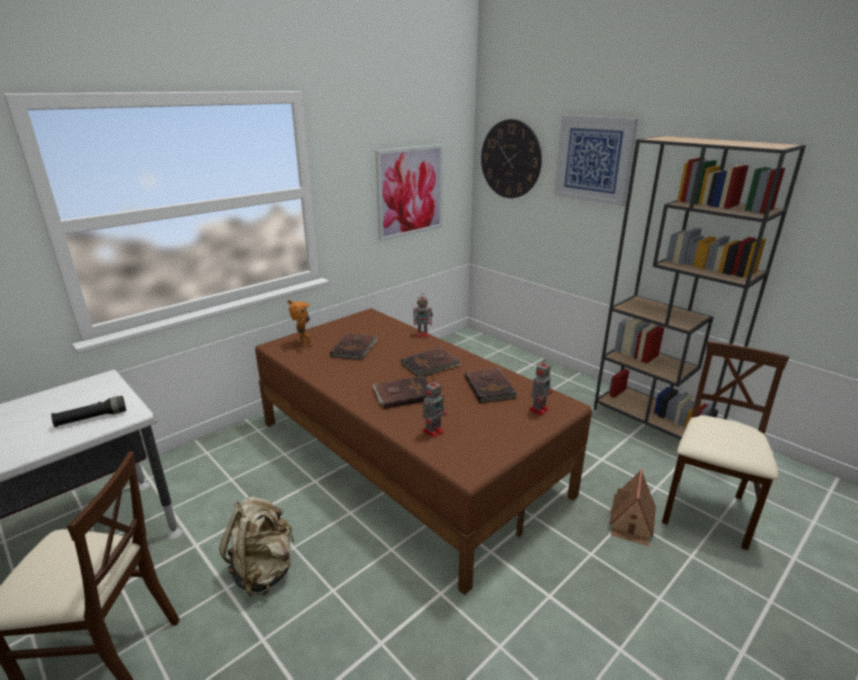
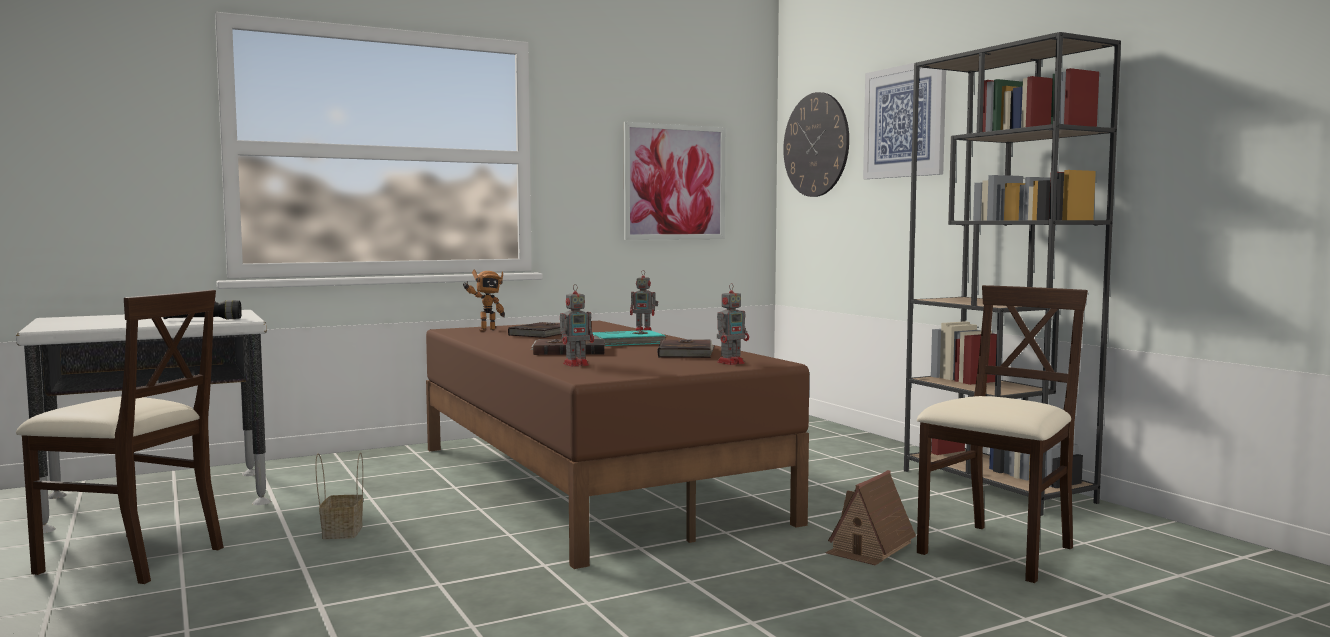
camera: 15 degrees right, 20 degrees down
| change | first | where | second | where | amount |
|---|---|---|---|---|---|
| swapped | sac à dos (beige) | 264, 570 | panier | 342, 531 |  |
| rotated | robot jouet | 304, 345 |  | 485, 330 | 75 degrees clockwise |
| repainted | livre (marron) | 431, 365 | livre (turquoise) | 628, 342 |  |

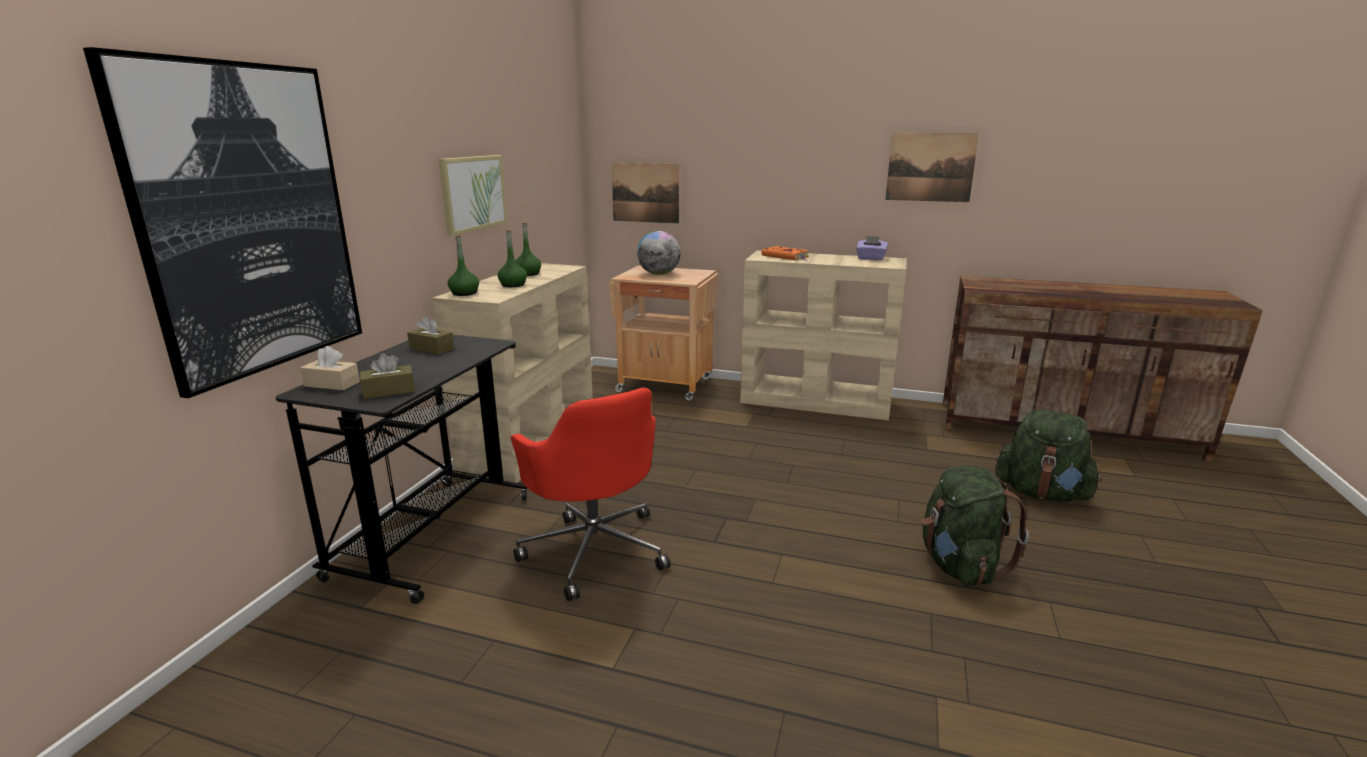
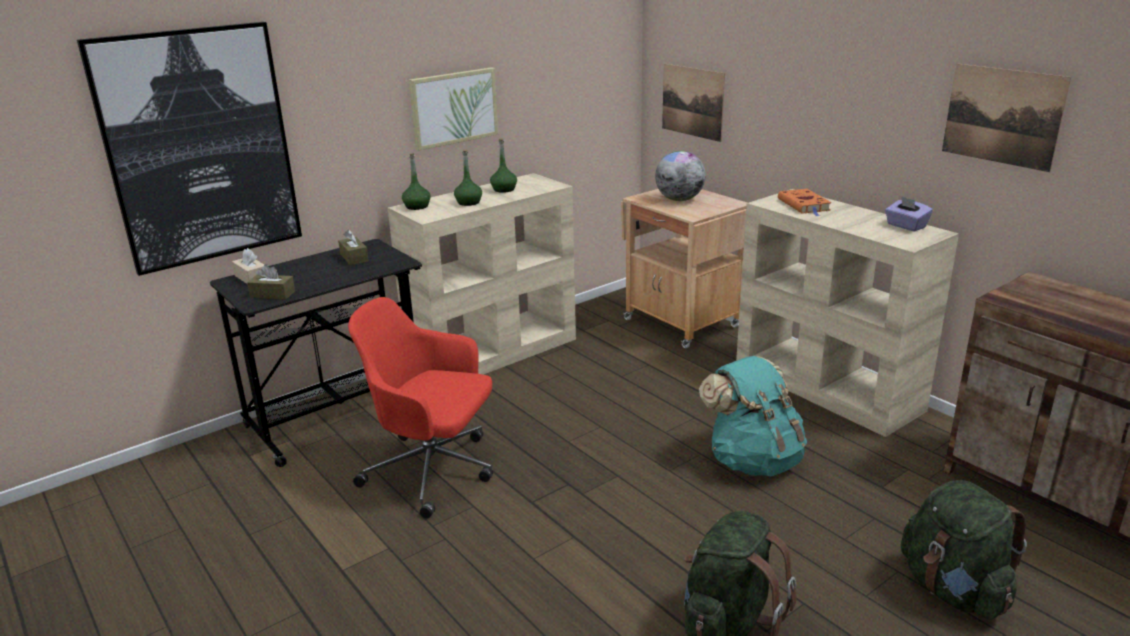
camera: 35 degrees right, 5 degrees up
| change | first | where | second | where | amount |
|---|---|---|---|---|---|
| rotated | chaise de bureau (rouge) | 594, 549 |  | 433, 471 | 105 degrees clockwise |
| new |  |  | sac à dos (turquoise) | 752, 460 |  |

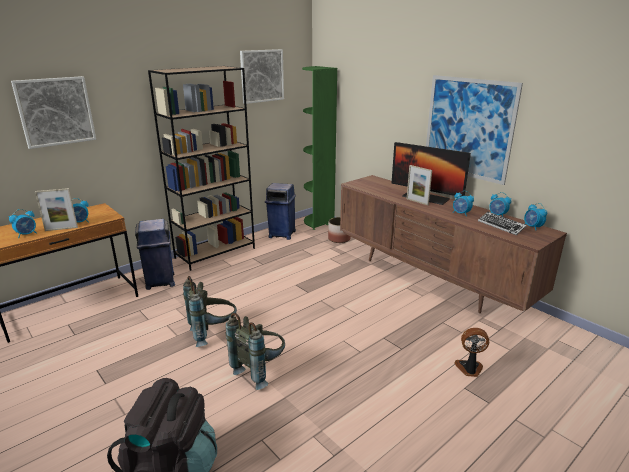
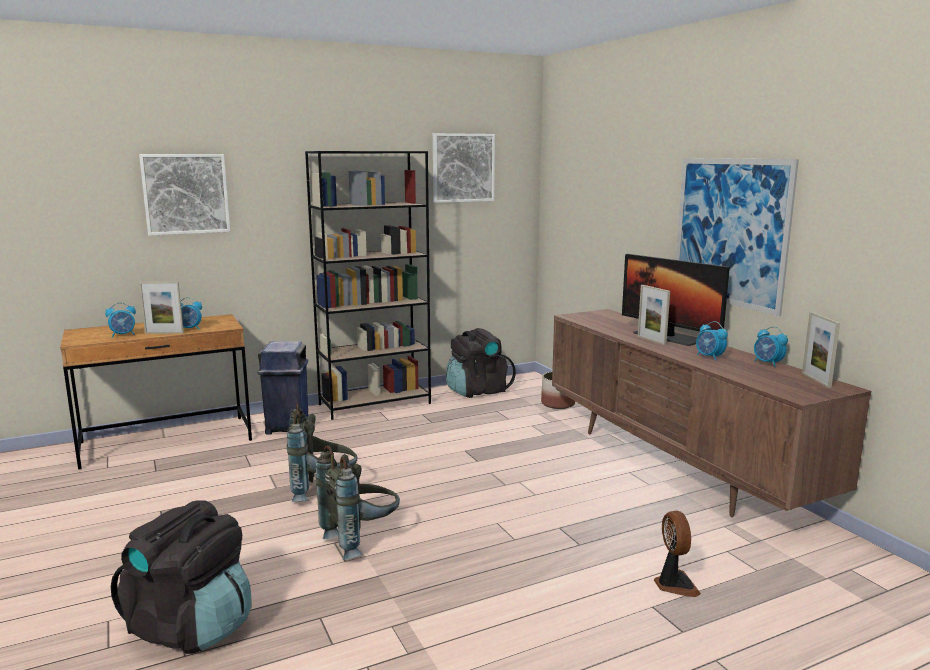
camera: 15 degrees right, 10 degrees down
| change | first | where | second | where | amount |
|---|---|---|---|---|---|
| swapped | poubelle (bleu) | 281, 234 | sac à dos (noir) | 477, 391 |  |
| gone | bibliothèque (vert) | 316, 224 |  |  |  |
| rotated | ventilateur | 469, 369 |  | 674, 584 | 60 degrees clockwise |
| gone | clavier | 501, 226 |  |  |  |
| swapped | réveil | 532, 227 | cadre photo | 816, 380 |  |

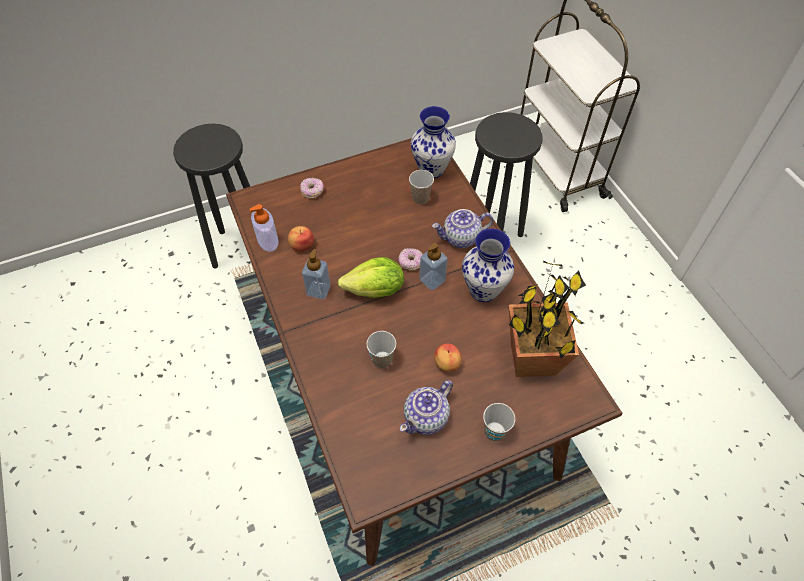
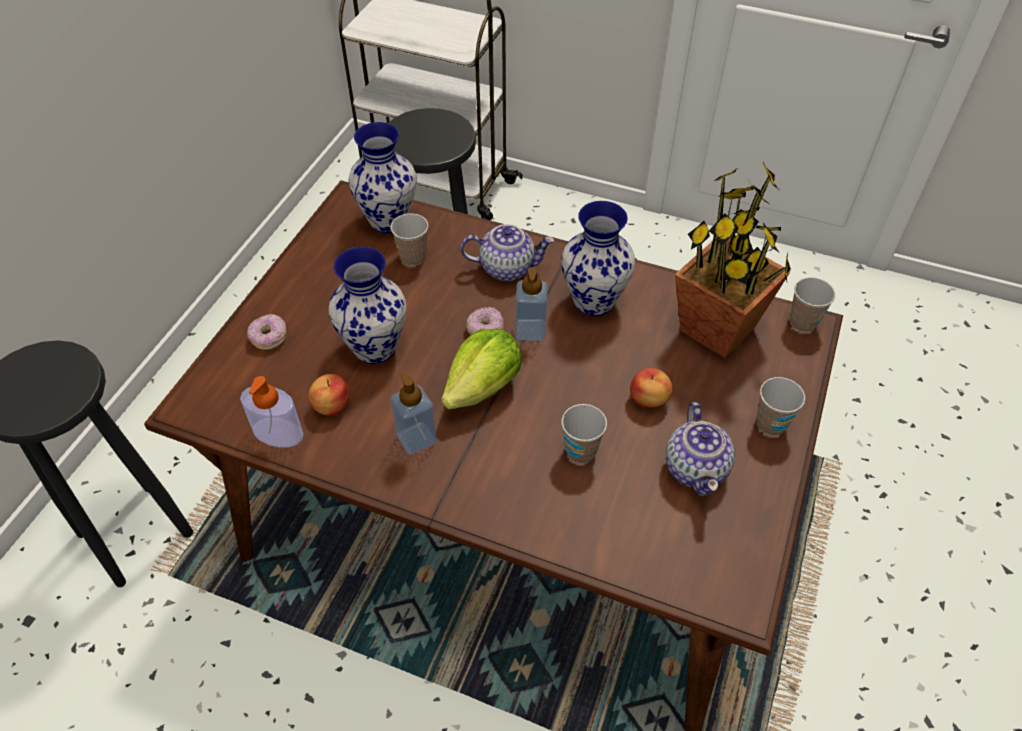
camera: 45 degrees left, 5 degrees down
| change | first | where | second | where | amount |
|---|---|---|---|---|---|
| rotated | théière | 461, 238 |  | 507, 267 | 120 degrees counterclockwise |
| new |  |  | vase | 376, 348 |  |
| new |  |  | tasse | 802, 322 |  |

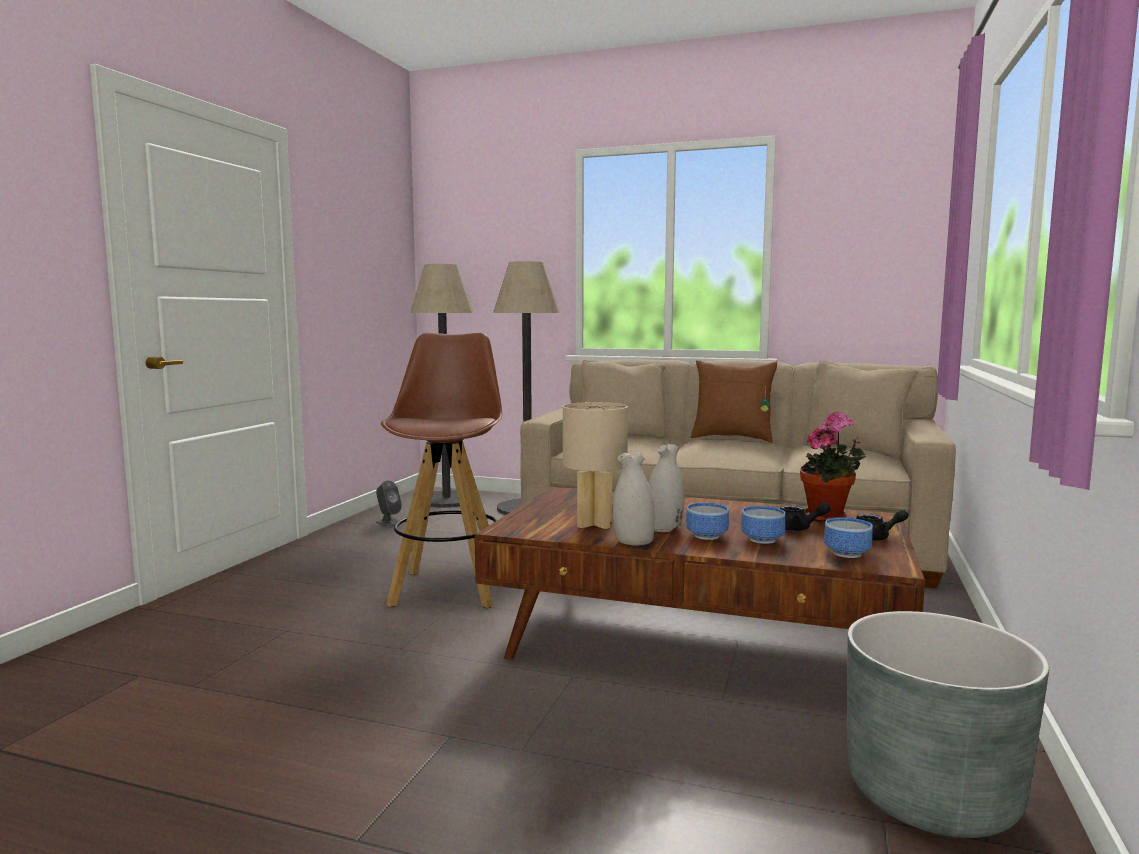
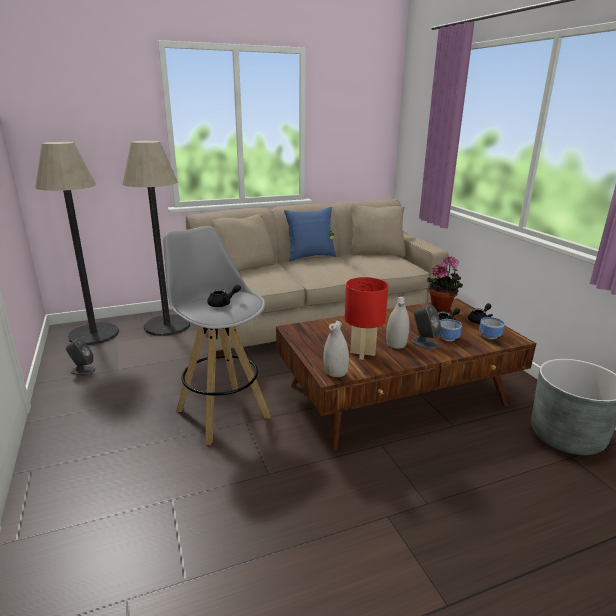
camera: 40 degrees left, 15 degrees up
| change | first | where | second | where | amount |
|---|---|---|---|---|---|
| repainted | tabouret (marron) | 449, 588 | tabouret (gris) | 222, 412 |  |
| repainted | lampe de table (beige) | 595, 524 | lampe de table (rouge) | 362, 353 |  |
| shifted | vase (blanc) | 633, 541 |  | 335, 372 |  |
| swapped | bol | 707, 535 | enceinte (gris) | 424, 343 |  |
| repainted | coussin (marron) | 732, 438 | coussin (bleu) | 310, 257 |  |
| new |  |  | théière (noir) | 223, 304 |  |

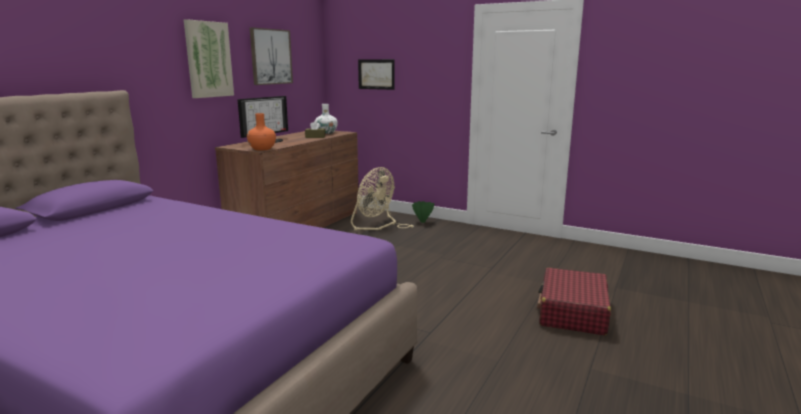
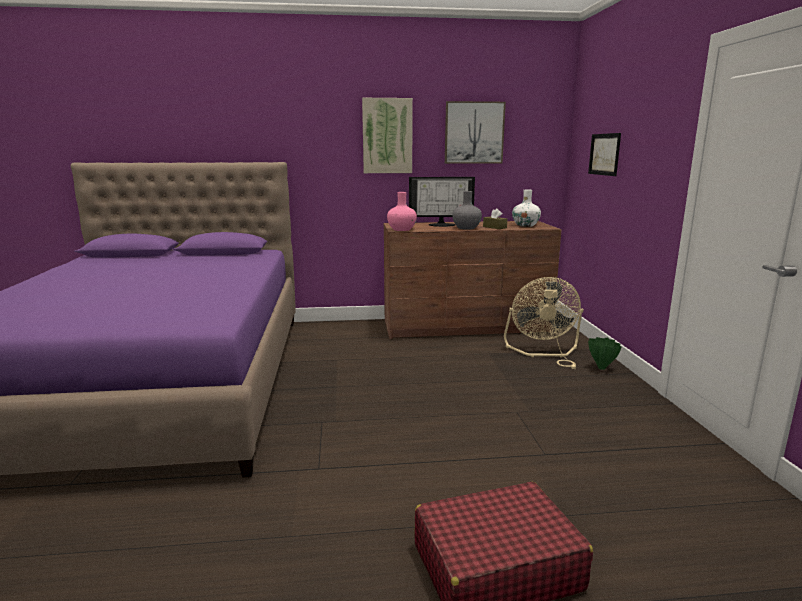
camera: 55 degrees right, 0 degrees up
| change | first | where | second | where | amount |
|---|---|---|---|---|---|
| repainted | vase (orange) | 262, 149 | vase (rose) | 401, 229 |  |
| new |  |  | vase (gris) | 466, 228 |  |

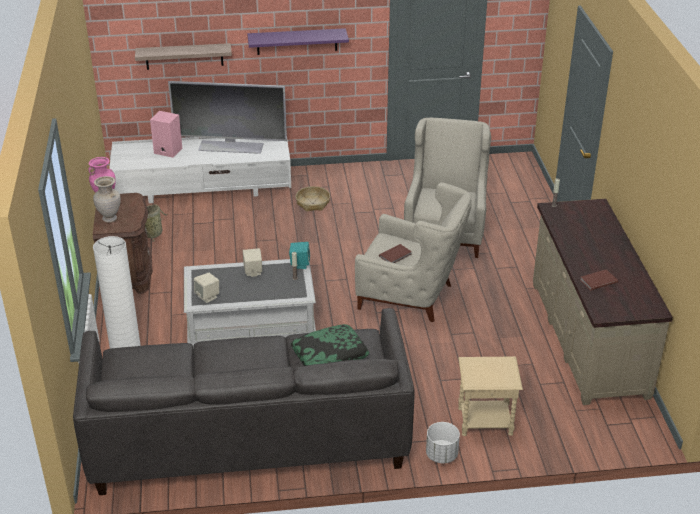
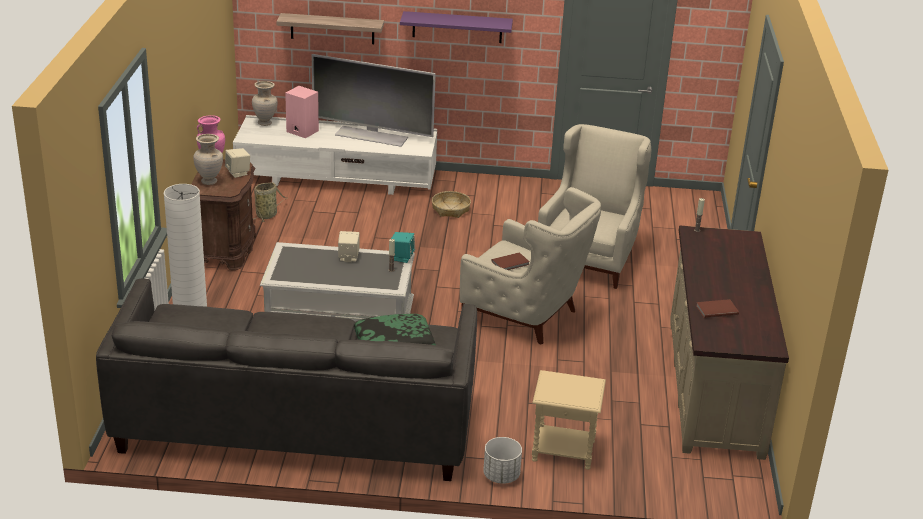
camera: 10 degrees right, 5 degrees down
| change | first | where | second | where | amount |
|---|---|---|---|---|---|
| shifted | enceinte (beige) | 207, 296 |  | 238, 173 |  |
| new |  |  | vase (beige) | 265, 123 |  |

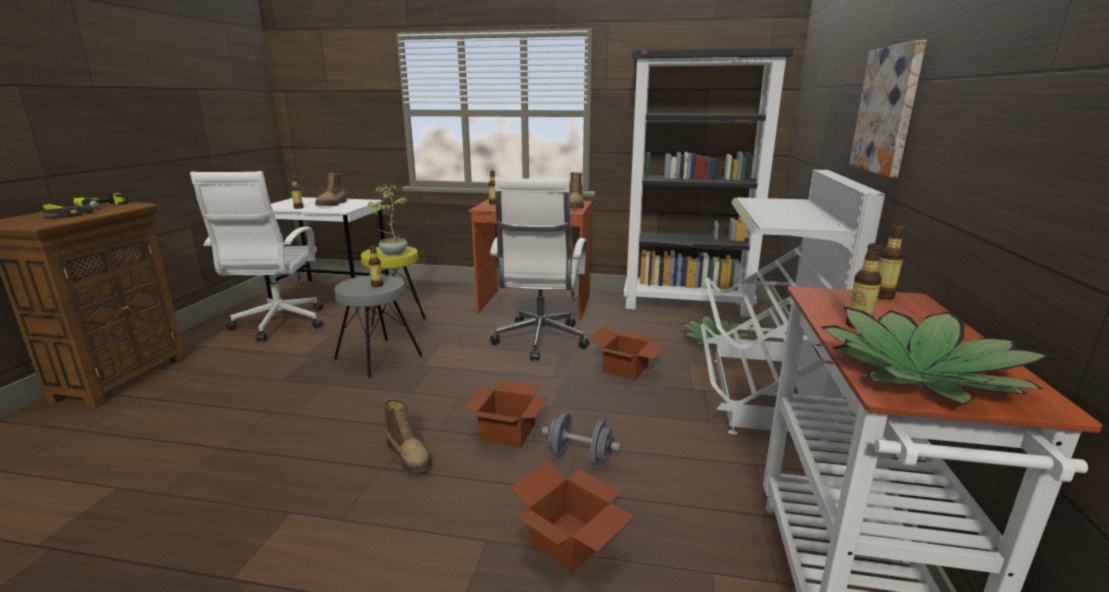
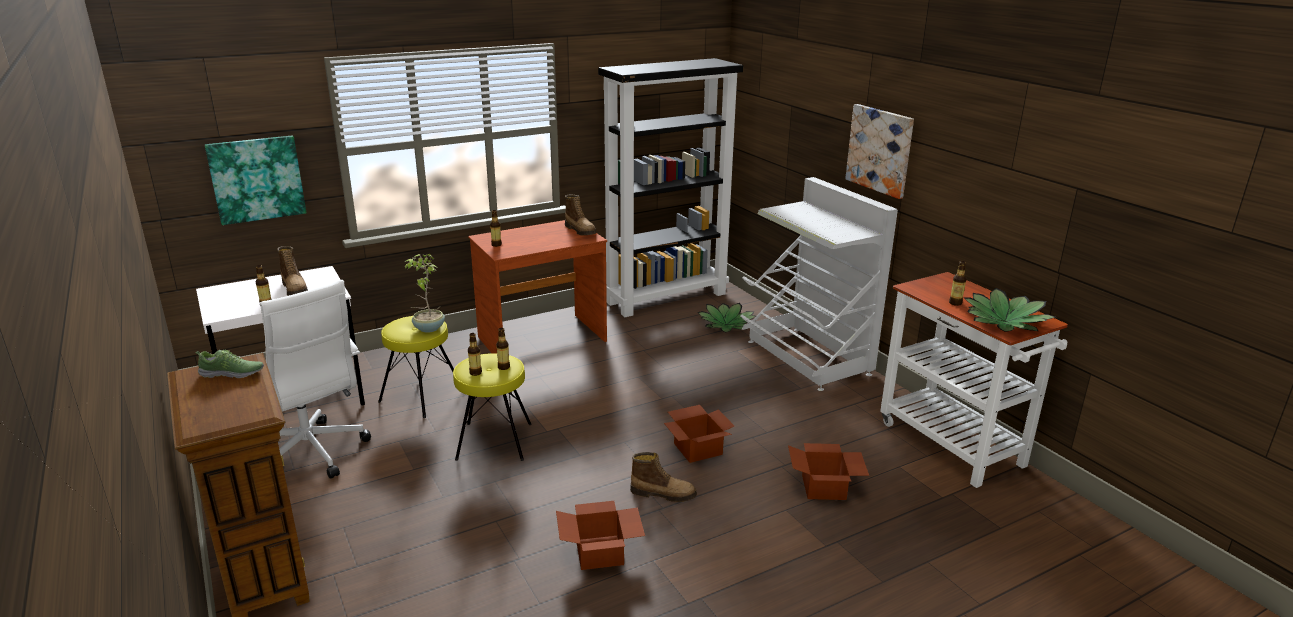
camera: 40 degrees left, 5 degrees up
| change | first | where | second | where | amount |
|---|---|---|---|---|---|
| gone | marteau | 58, 214 |  |  |  |
| swapped | perceuse | 108, 206 | chaussure | 232, 373 |  |
| repainted | tabouret (gris) | 378, 357 | tabouret (jaune) | 494, 441 |  |
| gone | chaise de bureau (blanc) | 540, 342 |  |  |  |
| gone | haltère (gris) | 580, 456 |  |  |  |
| shifted | carton | 626, 369 |  | 601, 553 |  |
| shifted | bouteille | 882, 296 |  | 475, 373 |  |
| new |  |  | tableau | 257, 179 |  |

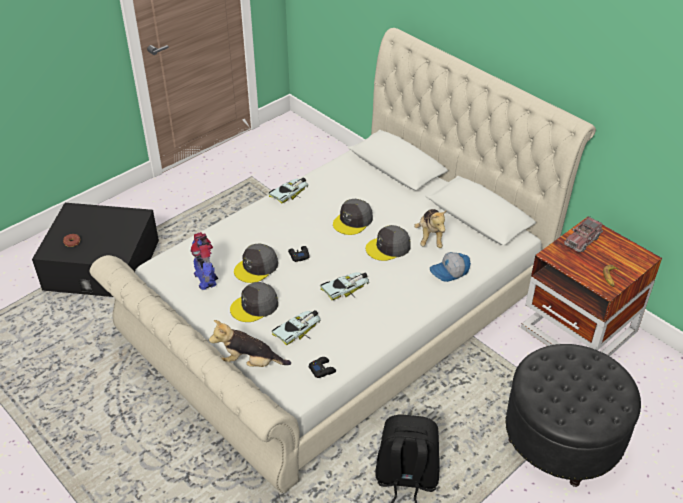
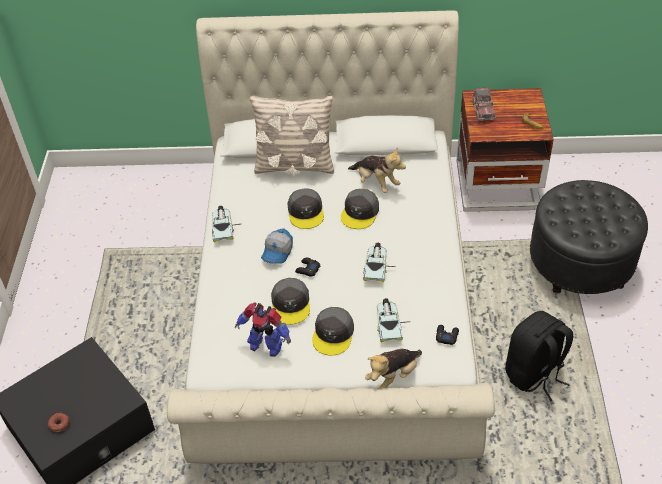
camera: 45 degrees left, 5 degrees up
| change | first | where | second | where | amount |
|---|---|---|---|---|---|
| shifted | casquette | 450, 272 |  | 278, 252 |  |
| new |  |  | coussin (beige) | 295, 166 |  |

